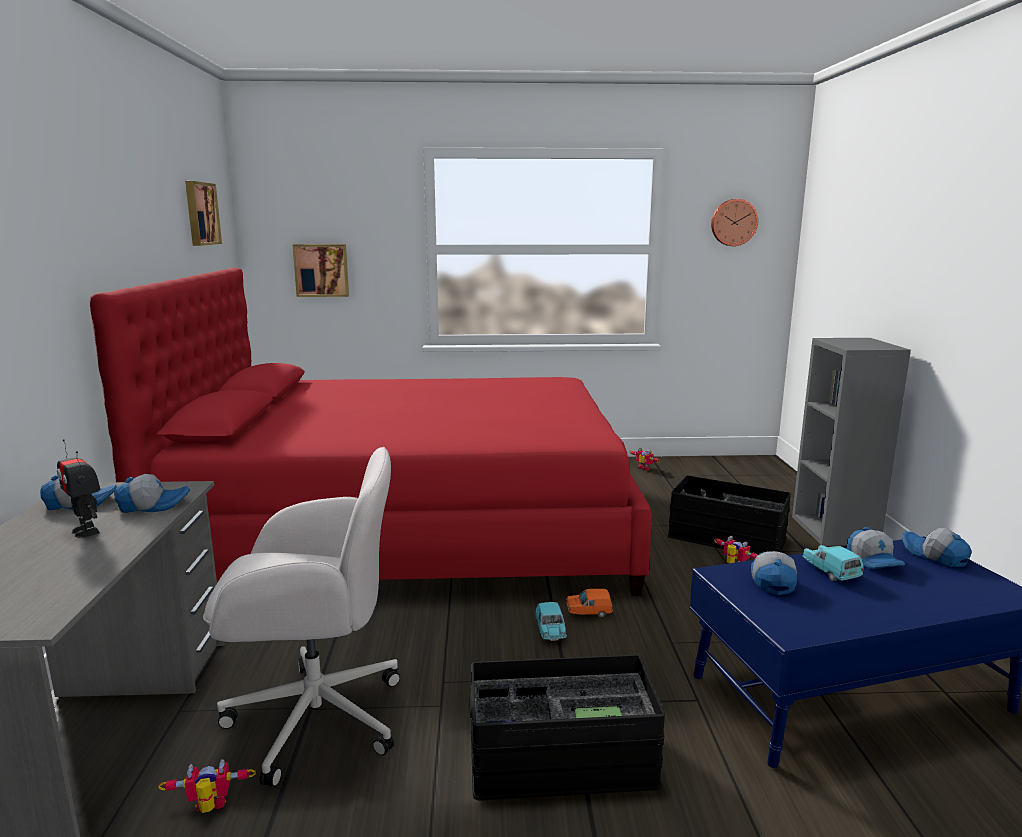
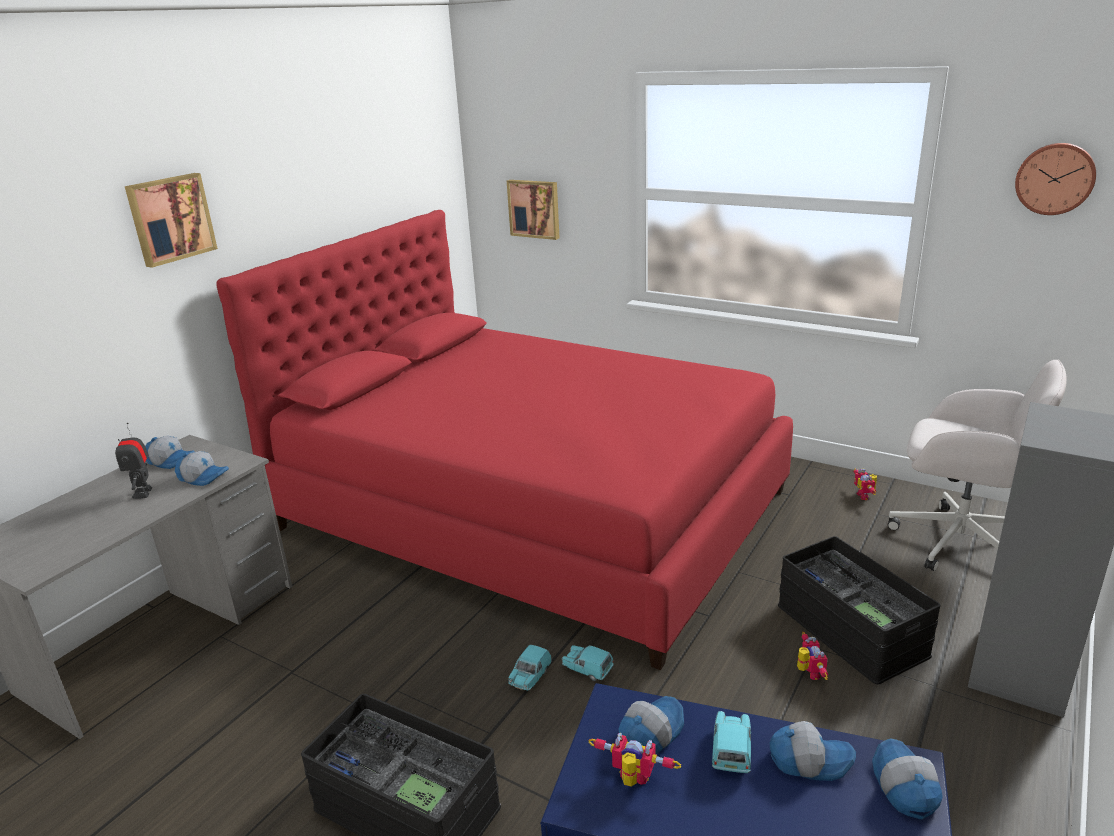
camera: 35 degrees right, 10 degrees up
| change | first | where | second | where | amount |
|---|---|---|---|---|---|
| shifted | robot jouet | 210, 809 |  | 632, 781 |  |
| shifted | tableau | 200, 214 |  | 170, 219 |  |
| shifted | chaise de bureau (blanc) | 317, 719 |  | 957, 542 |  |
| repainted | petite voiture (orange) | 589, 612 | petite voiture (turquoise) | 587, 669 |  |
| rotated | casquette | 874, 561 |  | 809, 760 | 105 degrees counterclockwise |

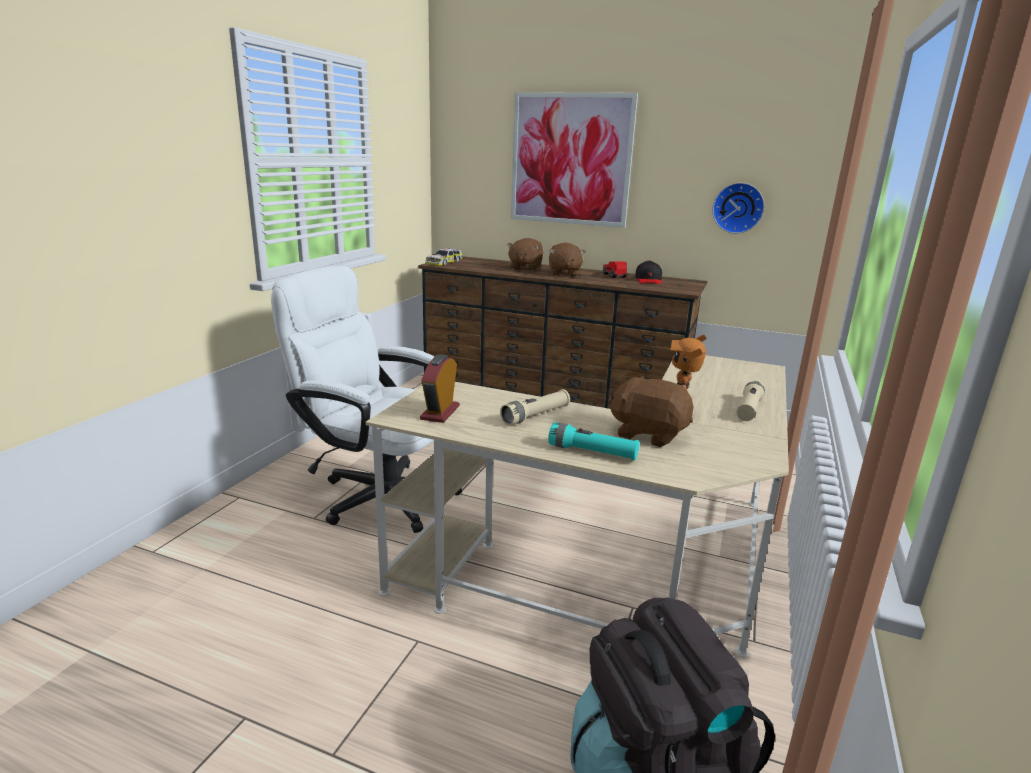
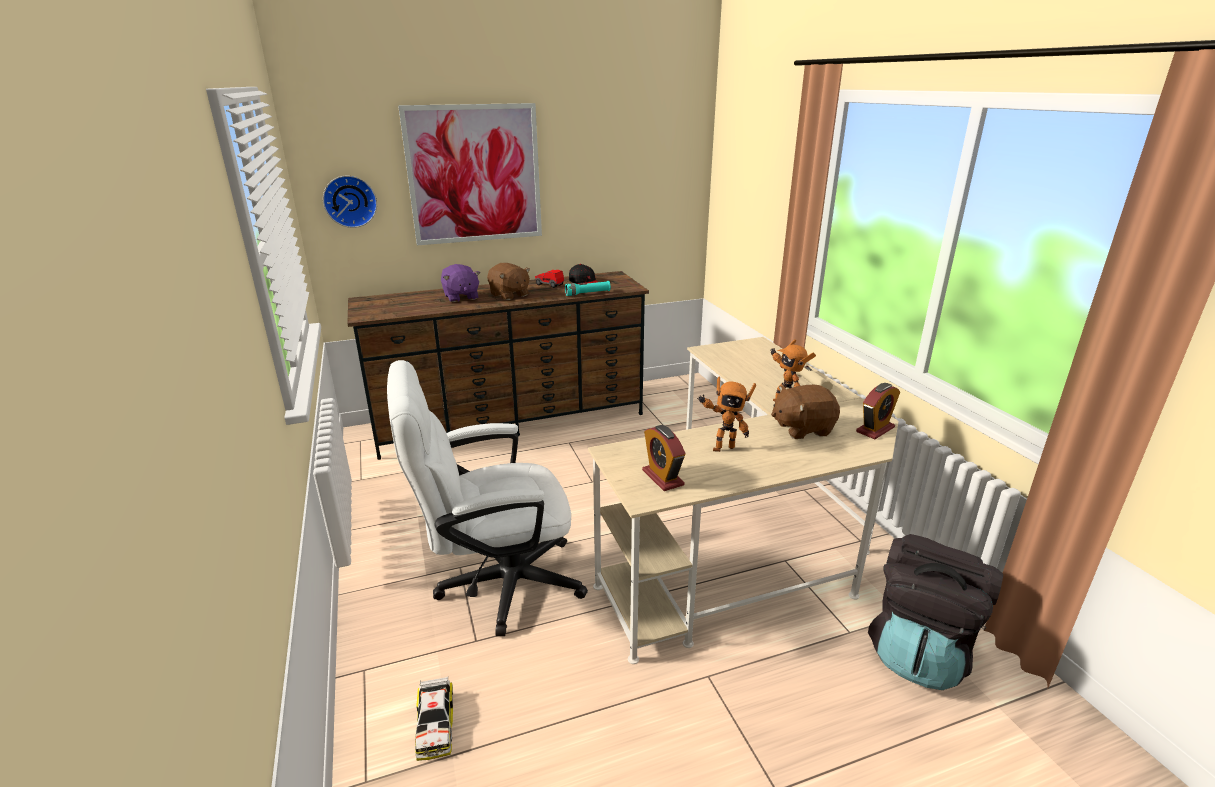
camera: 40 degrees left, 5 degrees up
| change | first | where | second | where | amount |
|---|---|---|---|---|---|
| shifted | petite voiture | 443, 262 |  | 435, 724 |  |
| swapped | lampe de poche (beige) | 536, 416 | robot jouet | 722, 447 |  |
| repainted | peluche (marron) | 525, 268 | peluche (violet) | 461, 297 |  |
| shifted | lampe de poche (turquoise) | 592, 452 |  | 588, 294 |  |
| shifted | horloge murale | 738, 208 |  | 350, 201 |  |
| new |  |  | réveil | 875, 429 |  |

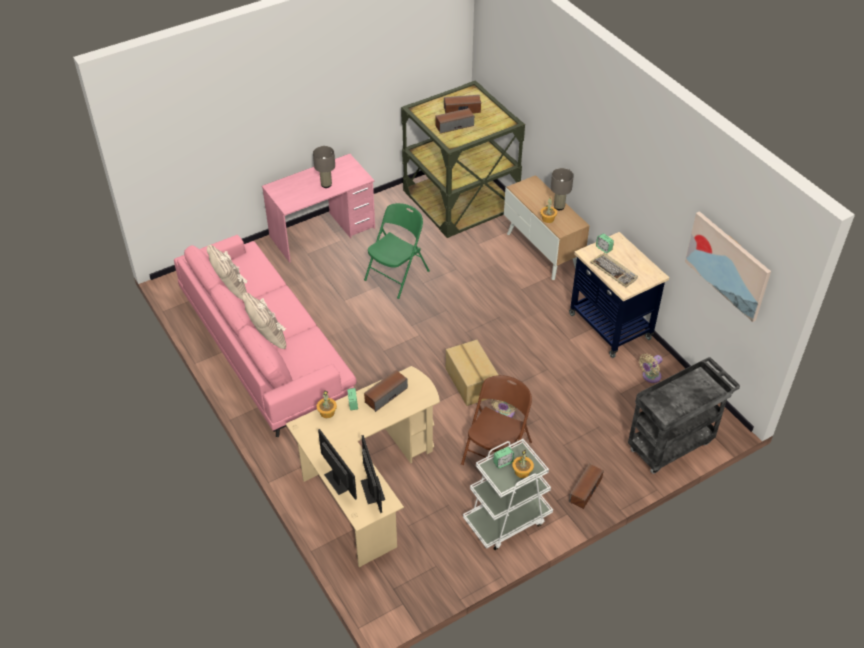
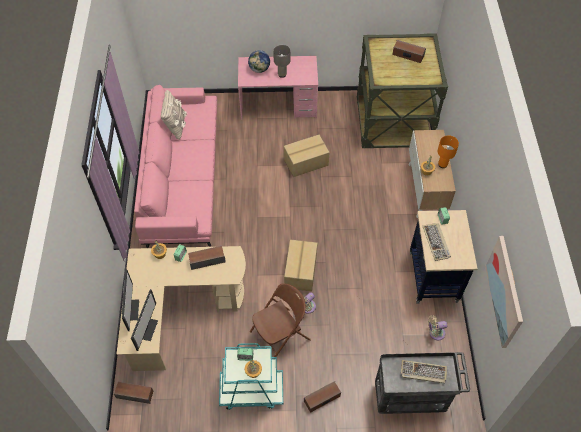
camera: 30 degrees right, 10 degrees up
| change | first | where | second | where | amount |
|---|---|---|---|---|---|
| gone | coussin (beige) | 268, 336 |  |  |  |
| swapped | chaise (vert) | 397, 275 | carton | 306, 162 |  |
| shifted | enceinte | 454, 125 |  | 135, 394 |  |
| repainted | chariot (blanc) | 507, 520 | chariot (turquoise) | 251, 391 |  |
| repainted | lampe de table (gris) | 559, 207 | lampe de table (orange) | 442, 165 |  |
| new |  |  | globe | 259, 69 |  |
| new |  |  | clavier | 423, 372 |  |

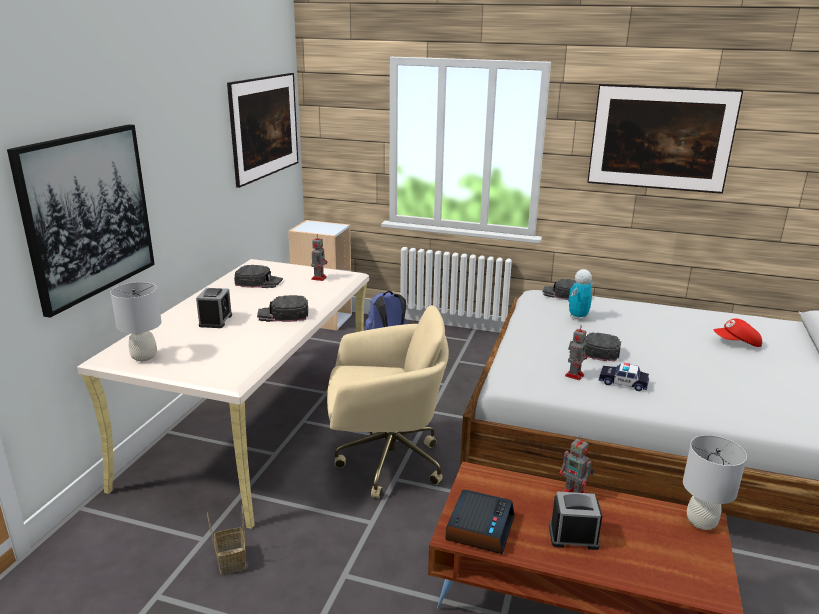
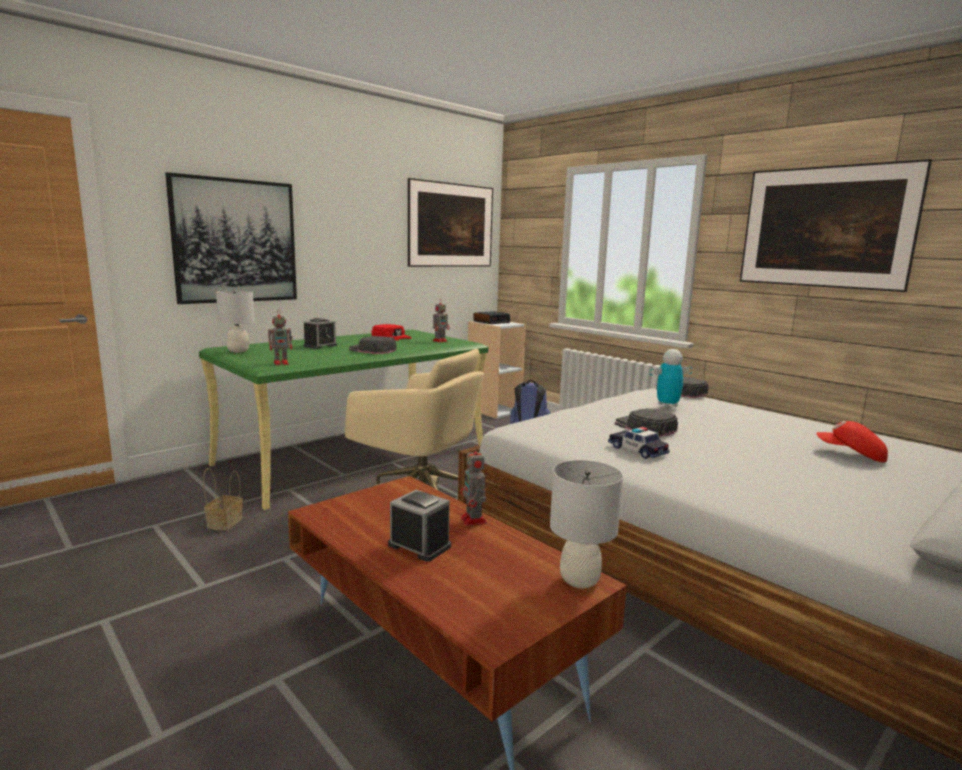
camera: 30 degrees right, 10 degrees down
| change | first | where | second | where | amount |
|---|---|---|---|---|---|
| repainted | bureau (beige) | 256, 424 | bureau (vert) | 355, 455 |  |
| repainted | casquette (noir) | 259, 281 | casquette (rouge) | 391, 337 |  |
| shifted | réveil | 479, 527 |  | 491, 322 |  |
| shifted | robot jouet | 574, 375 |  | 282, 363 |  |

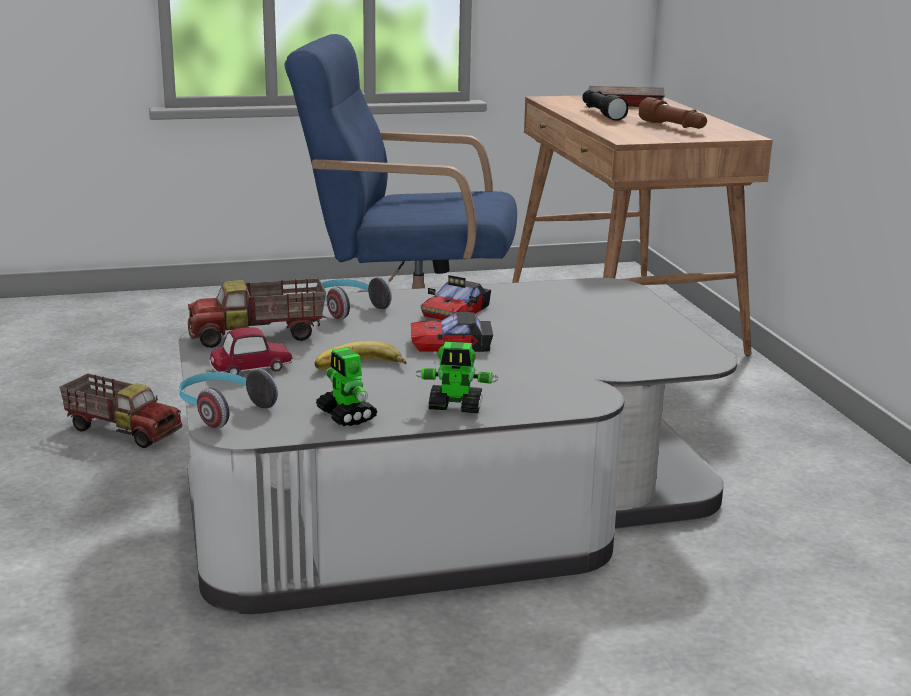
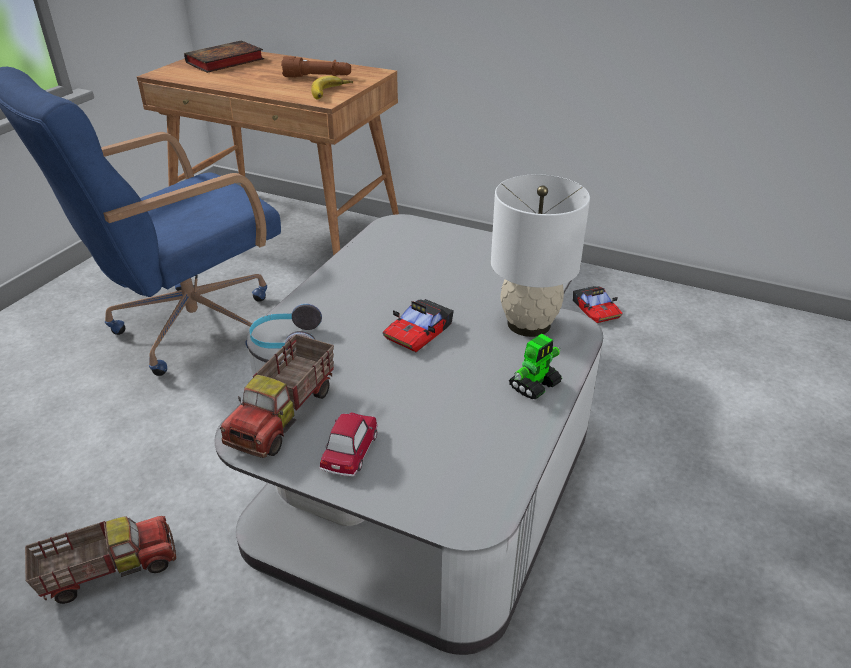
camera: 50 degrees left, 15 degrees up
| change | first | where | second | where | amount |
|---|---|---|---|---|---|
| gone | casque audio | 222, 410 |  |  |  |
| shifted | banane | 360, 367 |  | 331, 92 |  |
| gone | robot jouet | 346, 416 |  |  |  |
| shifted | petite voiture | 456, 311 |  | 595, 310 |  |
| gone | lampe de poche (noir) | 601, 113 |  |  |  |
| new |  |  | lampe de table (blanc) | 528, 324 |  |

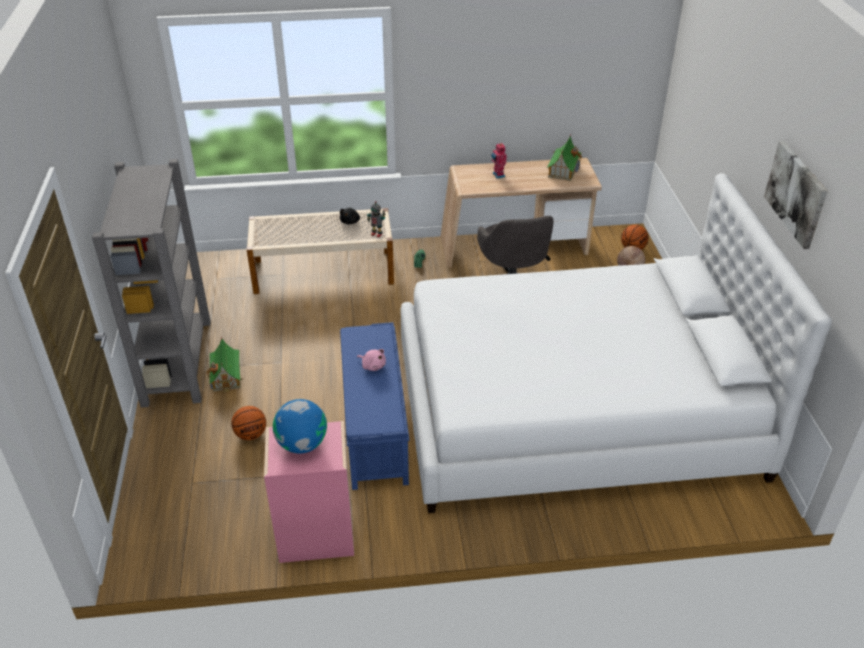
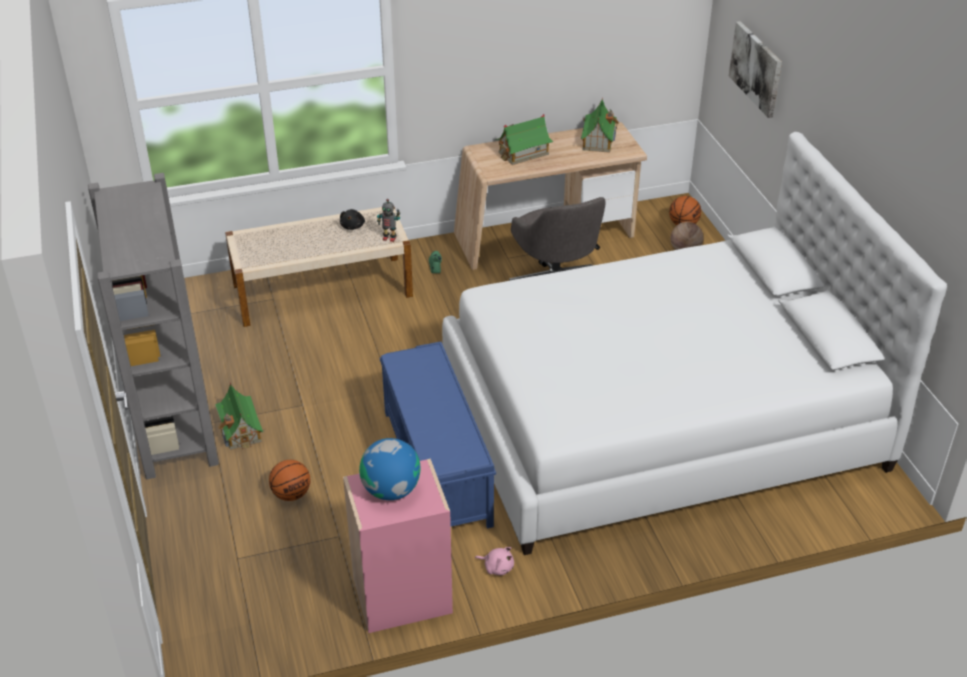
camera: 10 degrees left, 0 degrees up
| change | first | where | second | where | amount |
|---|---|---|---|---|---|
| shifted | peluche (rose) | 373, 365 |  | 497, 567 |  |
| swapped | robot jouet | 498, 175 | maison miniature | 523, 153 |  |
| shifted | tableau | 796, 193 |  | 756, 68 |  |

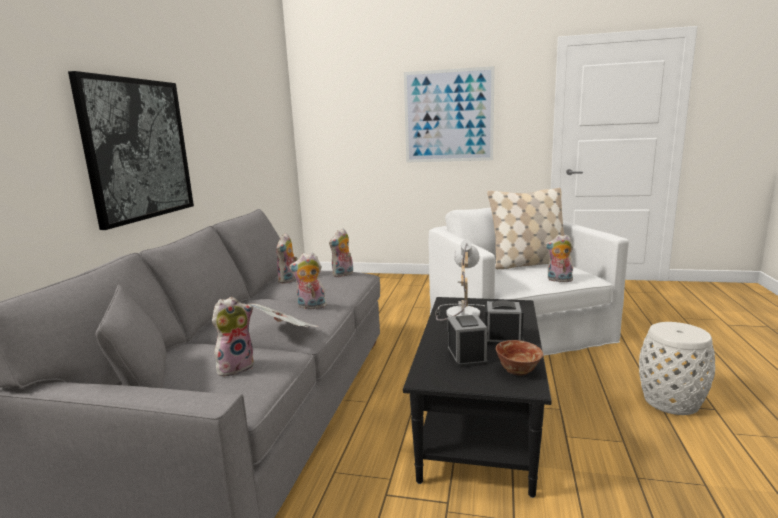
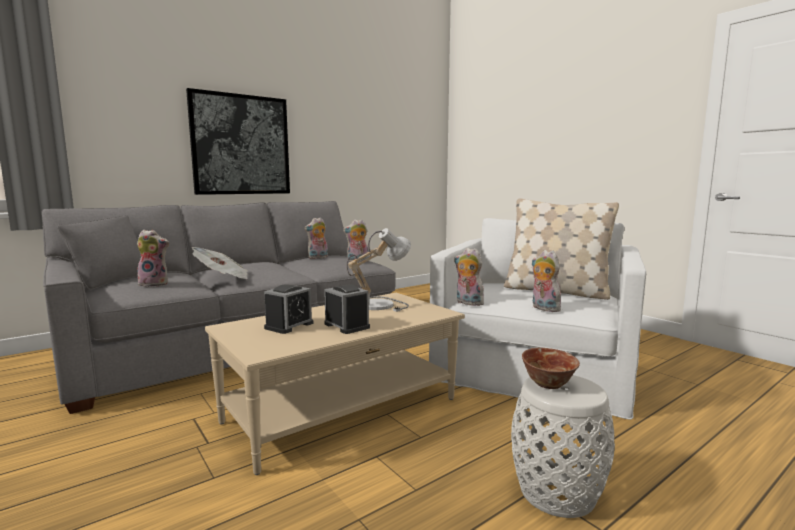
camera: 40 degrees right, 5 degrees down
| change | first | where | second | where | amount |
|---|---|---|---|---|---|
| shifted | peluche | 311, 307 |  | 467, 303 |  |
| repainted | table basse (noir) | 479, 418 | table basse (beige) | 343, 410 |  |
| gone | tableau | 448, 116 |  |  |  |
| shifted | bol | 518, 371 |  | 548, 384 |  |

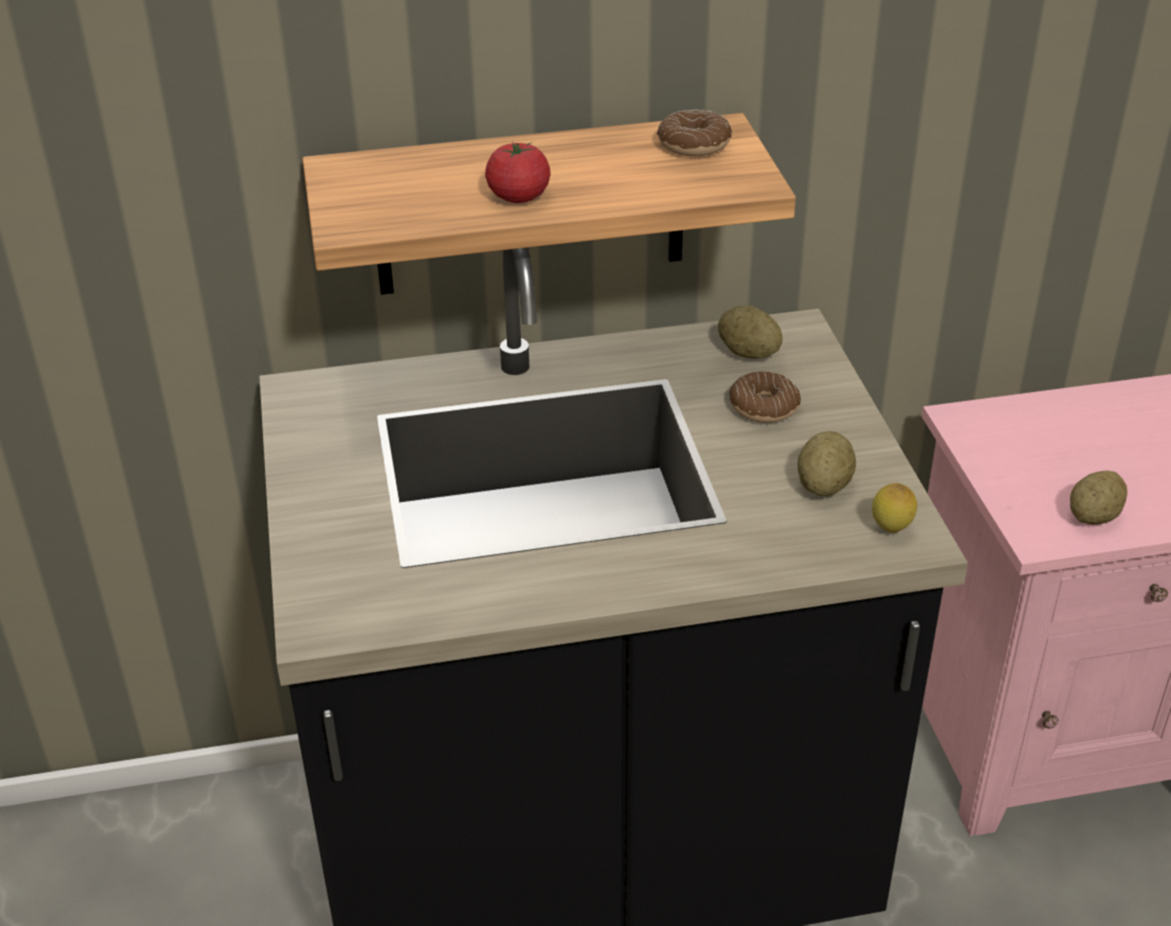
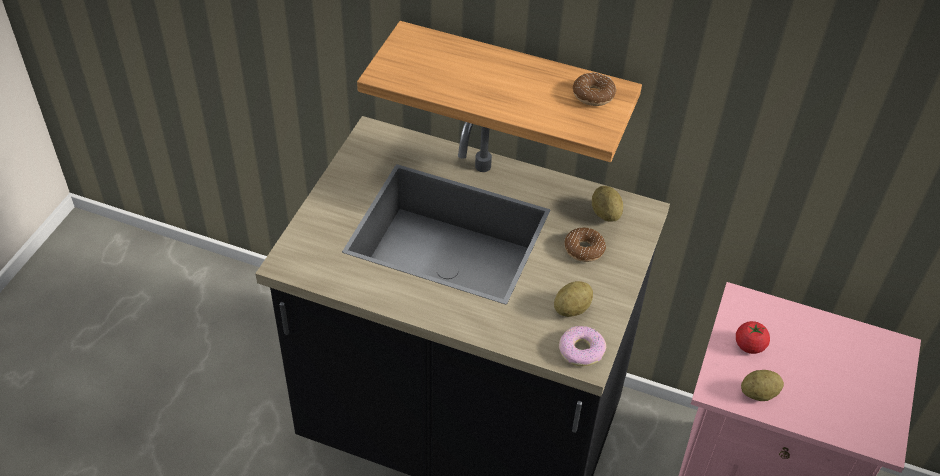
camera: 30 degrees right, 10 degrees up
| change | first | where | second | where | amount |
|---|---|---|---|---|---|
| shifted | tomate | 518, 196 |  | 749, 345 |  |
| swapped | citron | 890, 531 | beignet | 581, 350 |  |

